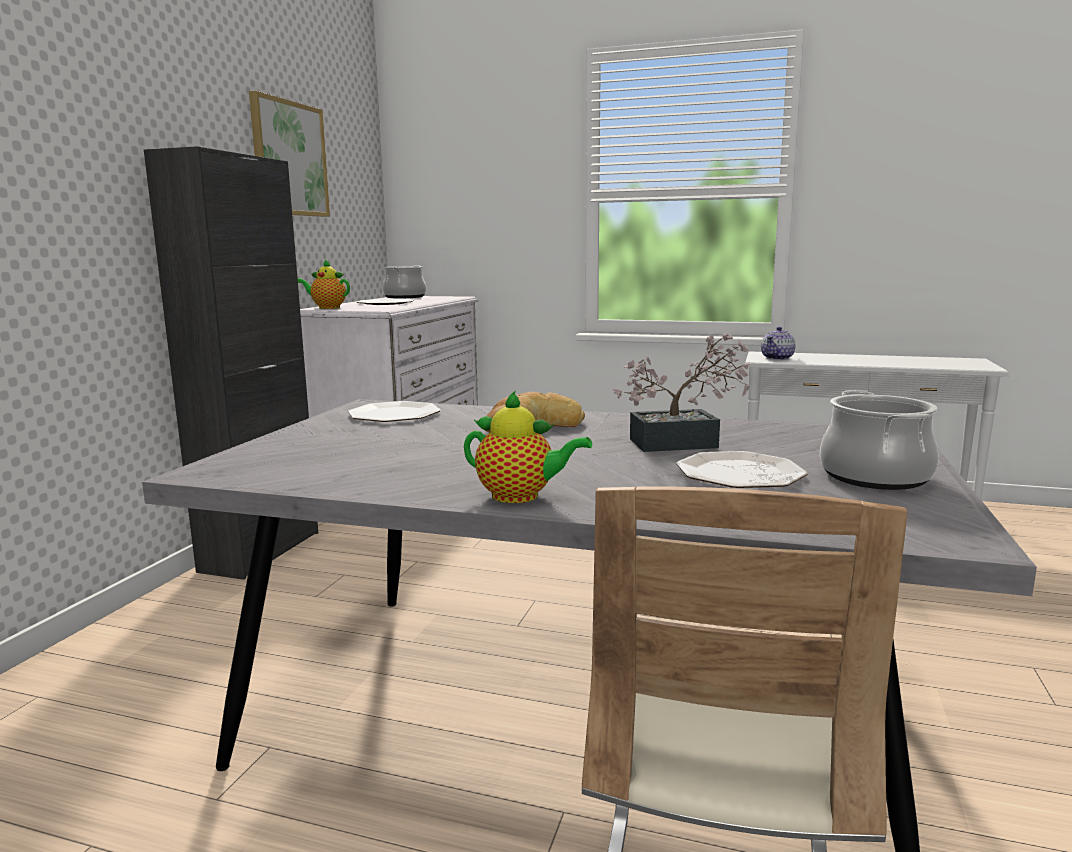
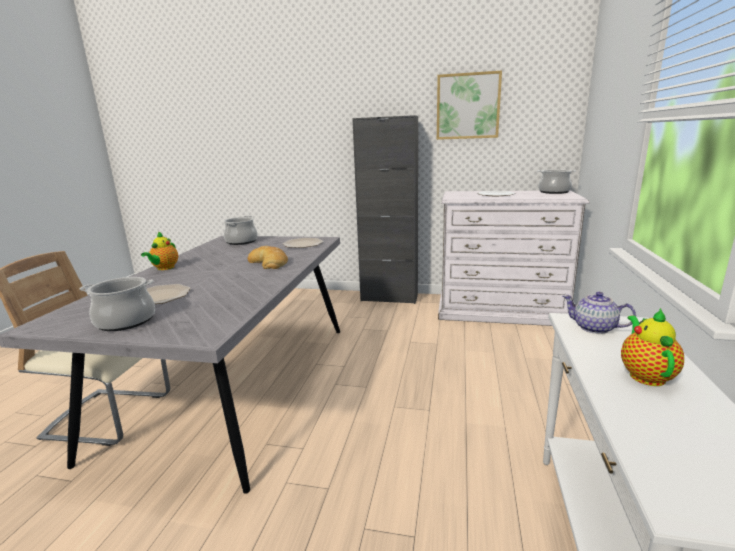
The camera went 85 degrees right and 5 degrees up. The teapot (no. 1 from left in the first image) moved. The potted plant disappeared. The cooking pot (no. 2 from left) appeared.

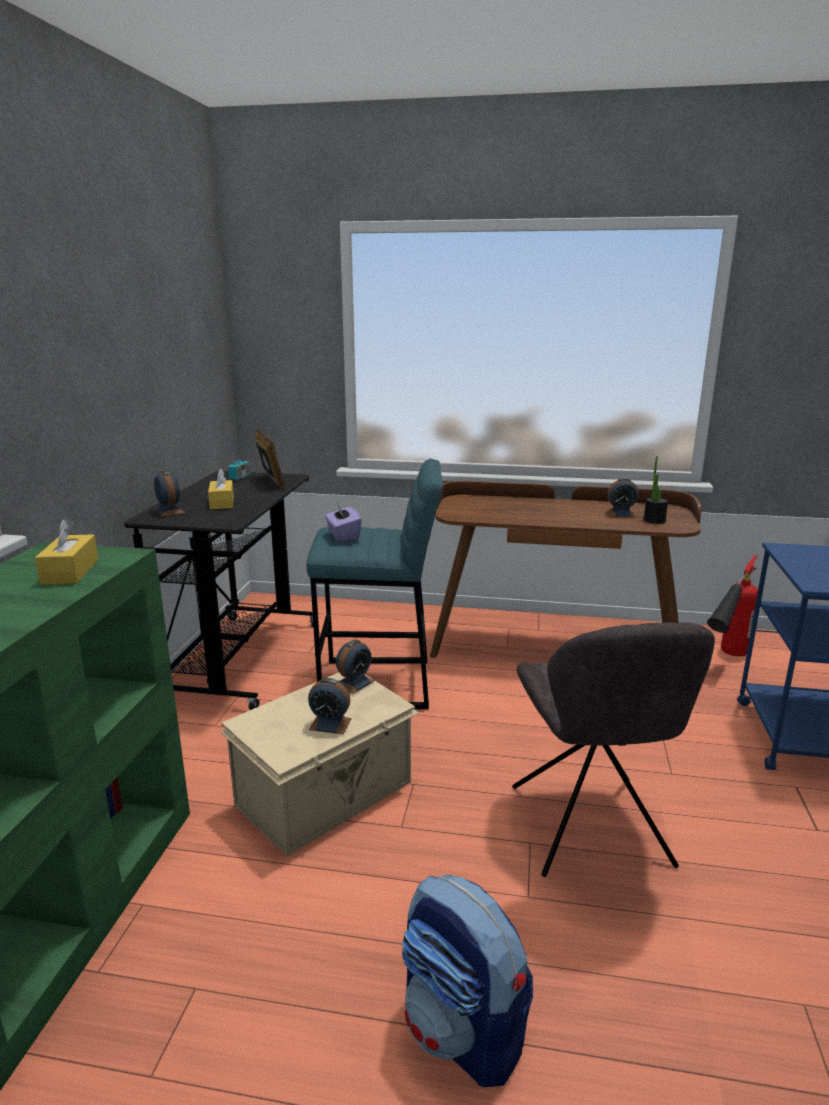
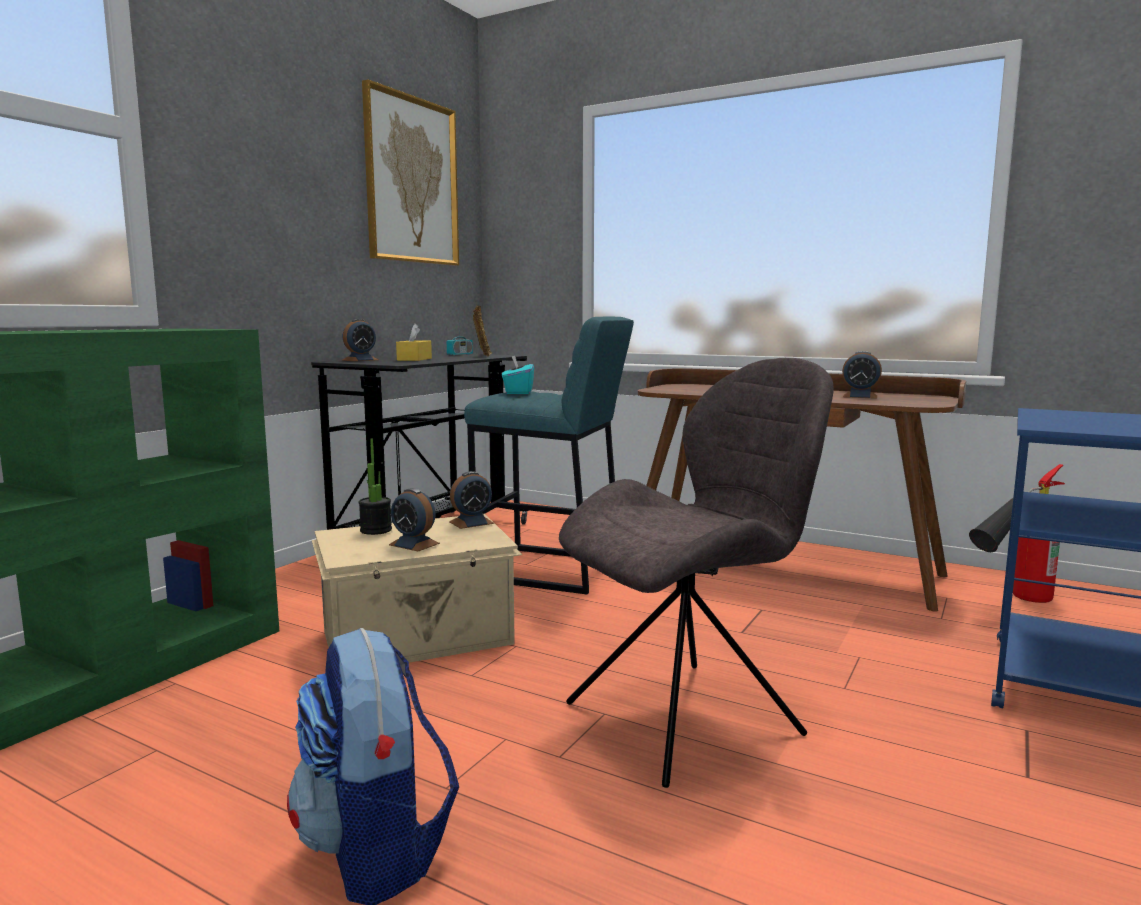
The camera went 20 degrees right and 10 degrees down. The yellow tissue box (no. 1 from left) disappeared. The alarm clock (no. 1 from left) turned 60 degrees clockwise. The purple tissue box became the turquoise tissue box. The grey chair turned 135 degrees counterclockwise. The potted plant moved. The picture appeared.

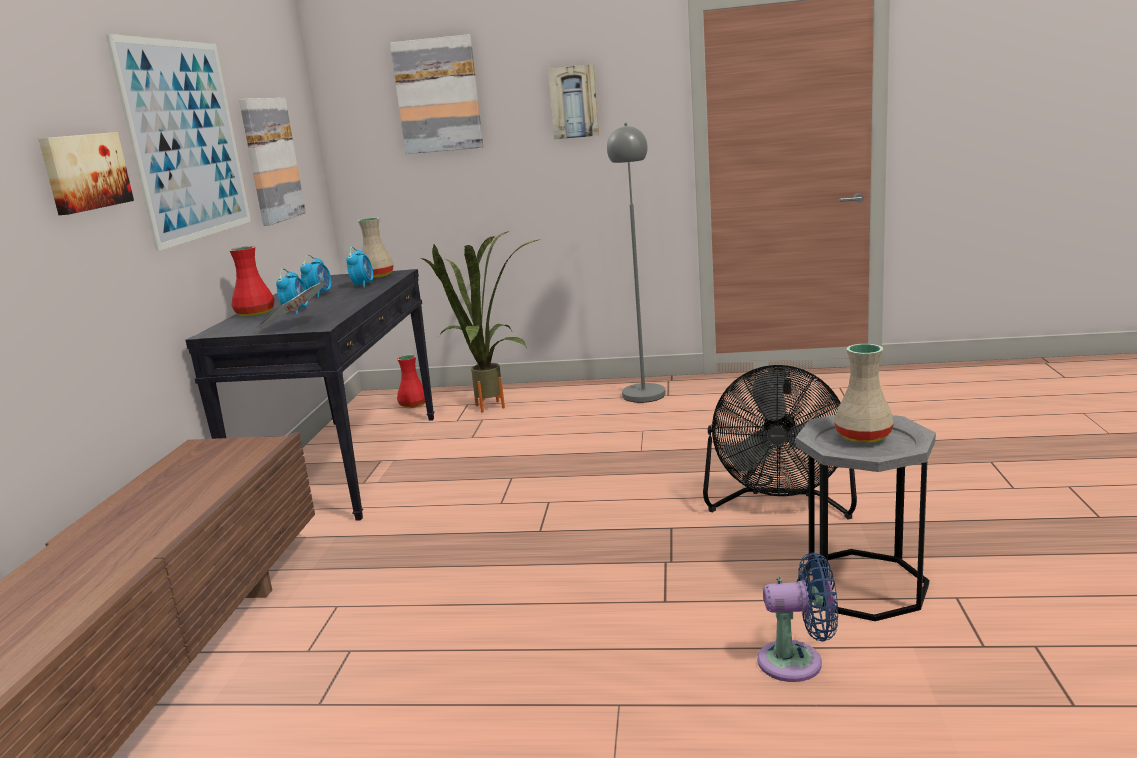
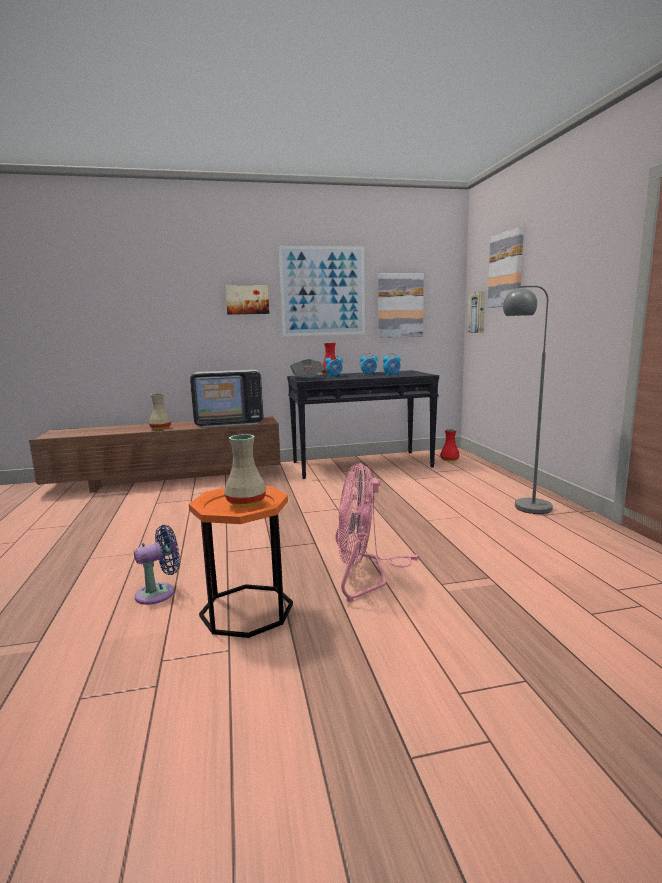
The camera went 70 degrees right and 5 degrees down. The beige vase (no. 1 from left) moved. The potted plant disappeared. The picture (no. 5 from left in the first image) moved. The black fan became the pink fan. The blue fan turned 105 degrees counterclockwise. The grey side table became the orange side table. The television appeared.

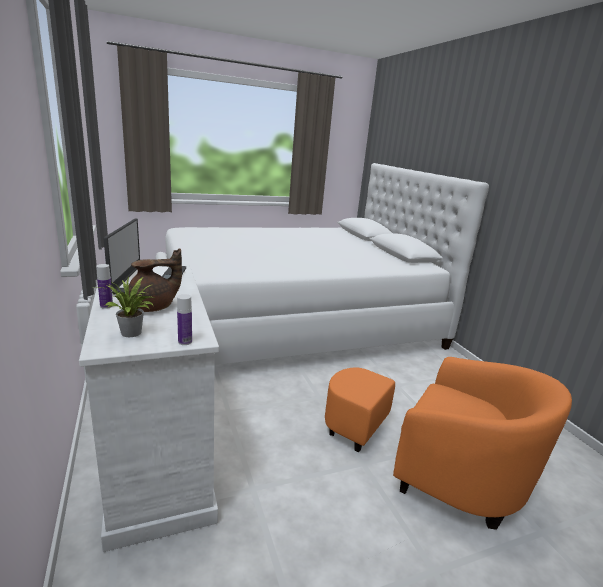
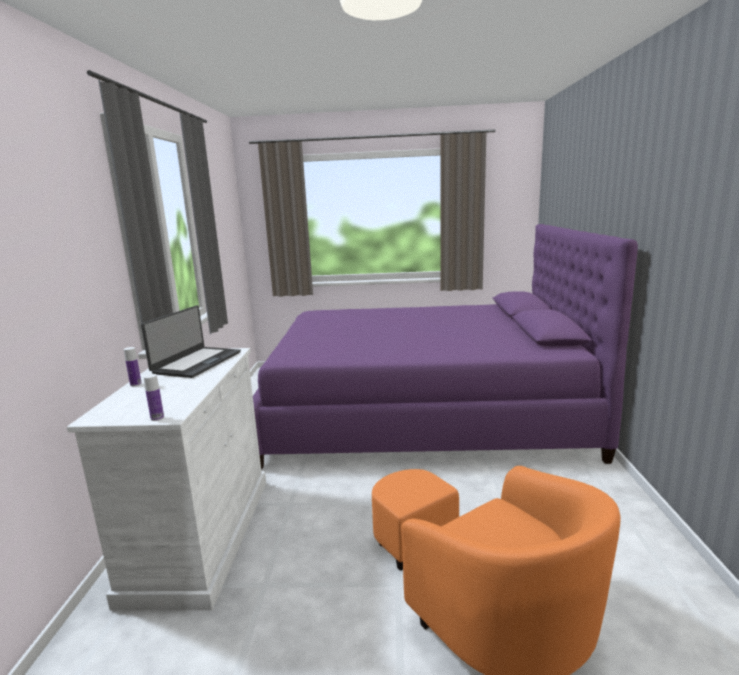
The camera went 25 degrees right and 5 degrees down. The potted plant disappeared. The brown teapot disappeared. The white bed became the purple bed.

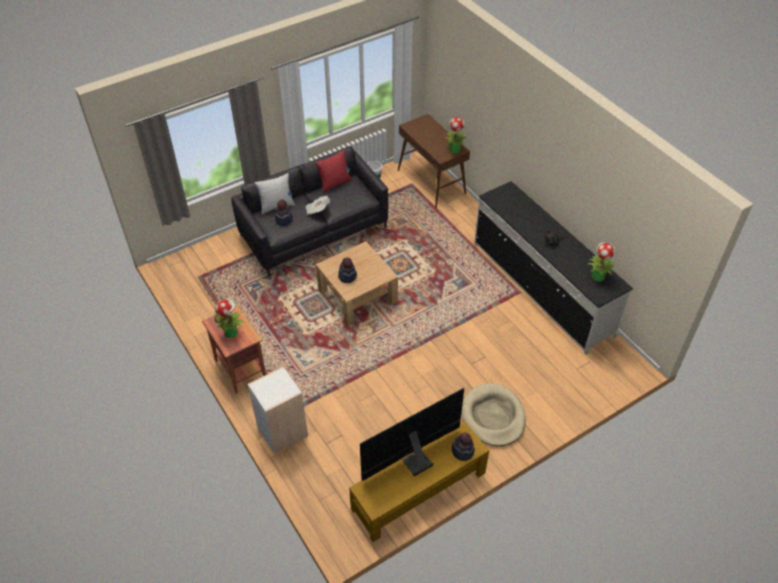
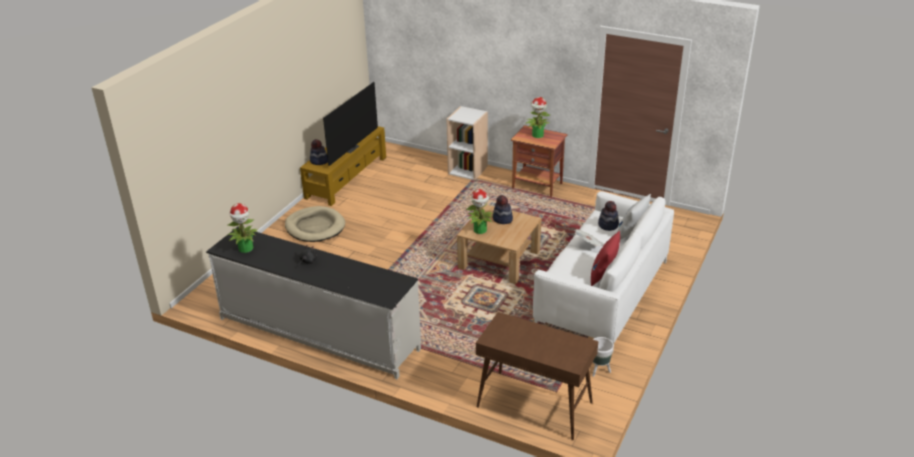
The camera went 150 degrees right and 15 degrees down. The black sofa became the white sofa. The potted plant (no. 2 from left) moved.

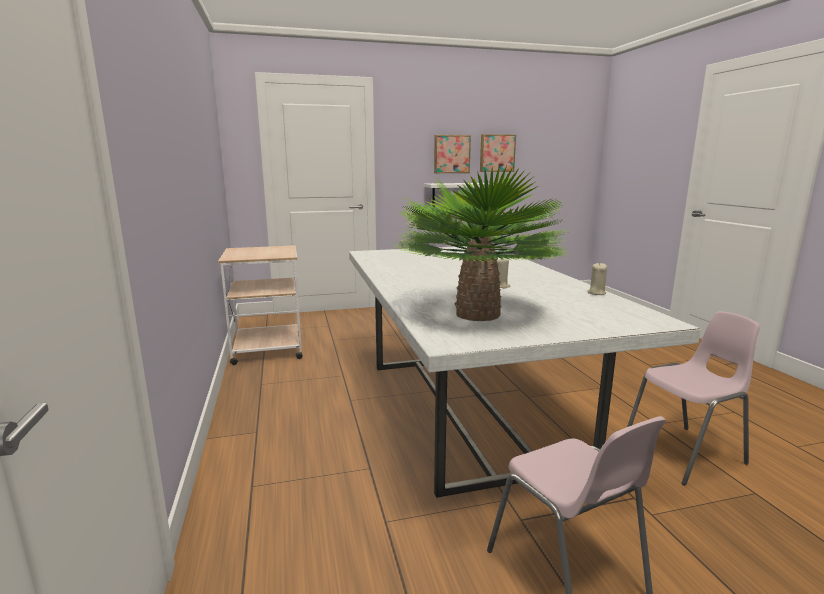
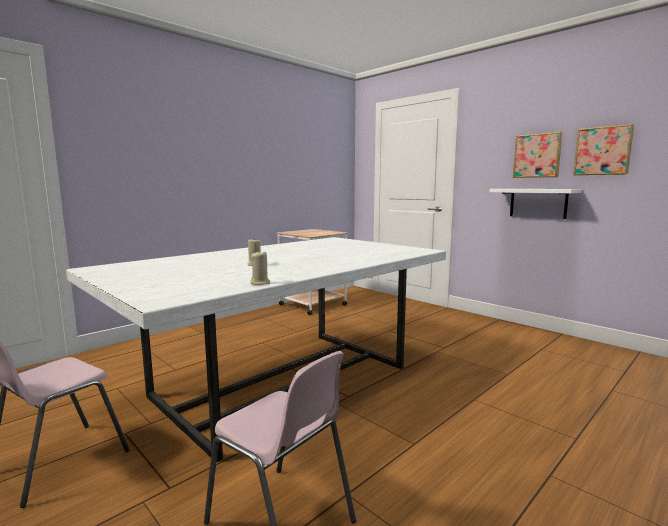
The camera went 60 degrees right and 5 degrees down. The potted plant disappeared.

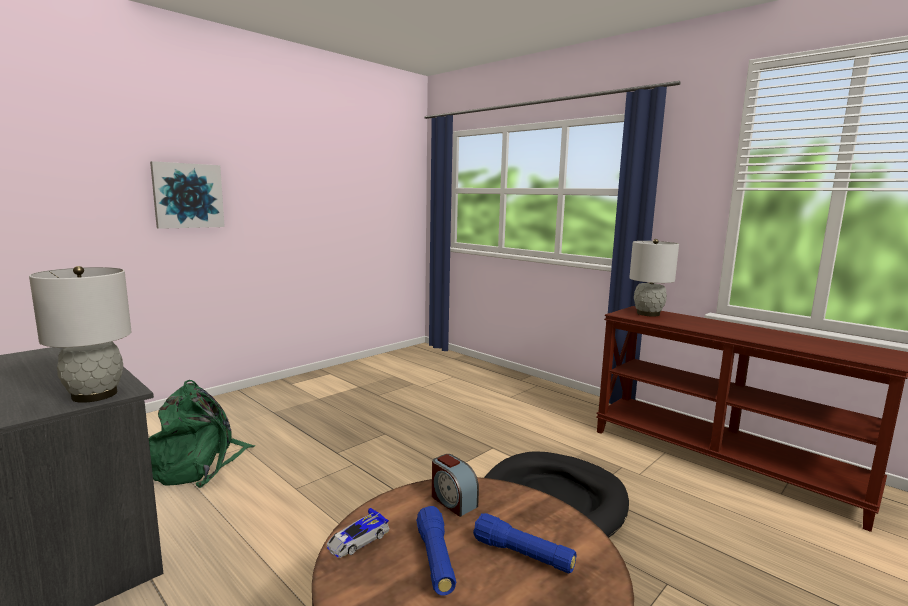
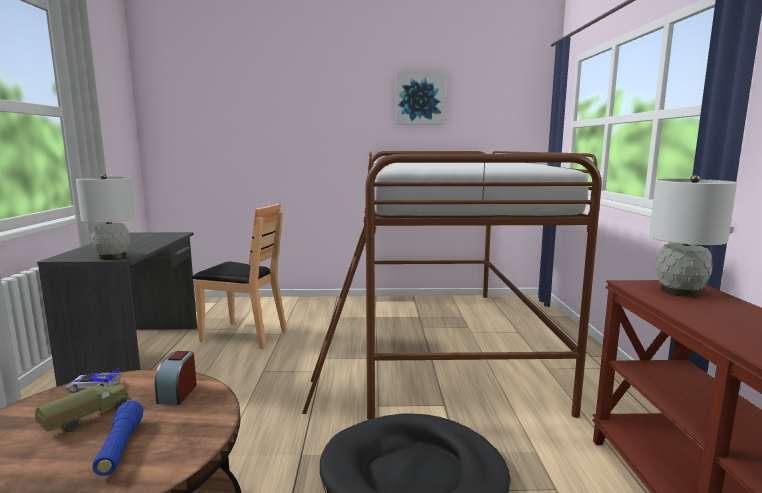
The camera went 45 degrees right and 0 degrees up. The green backpack was replaced by the brown chair. The picture moved. The blue flashlight (no. 1 from left) was replaced by the toy truck. The brown bed appeared.

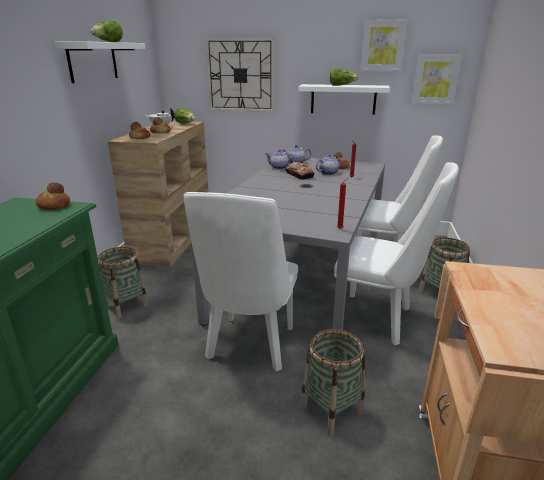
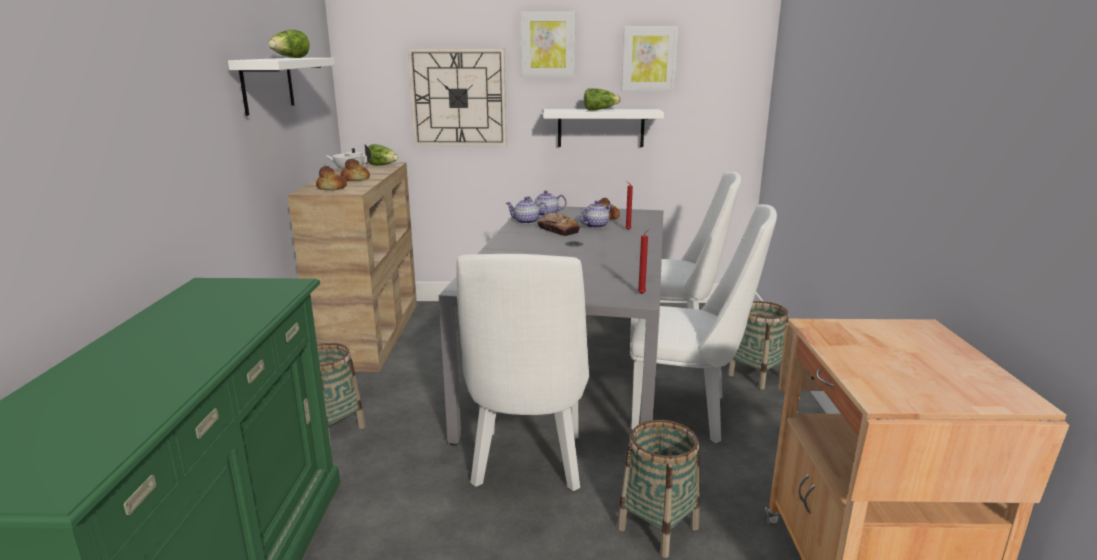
The camera went 10 degrees left and 5 degrees down. The bread (no. 1 from left) disappeared. The picture (no. 2 from left in the first image) moved.

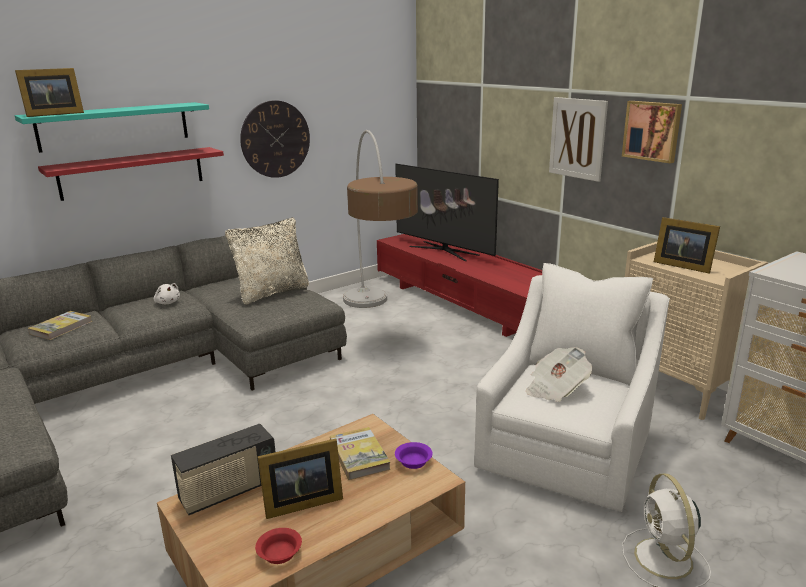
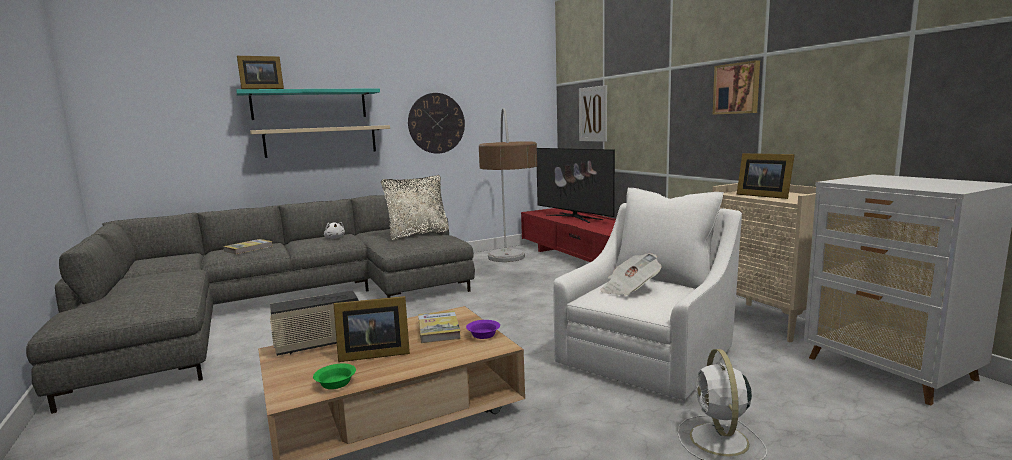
The camera went 10 degrees right and 10 degrees down. The red shelf became the beige shelf. The red bowl became the green bowl. The picture (no. 1 from left) moved.

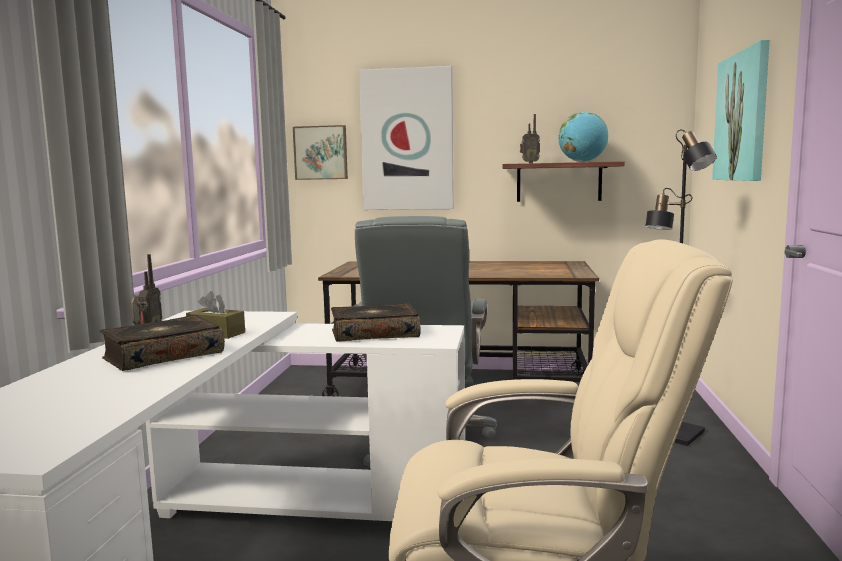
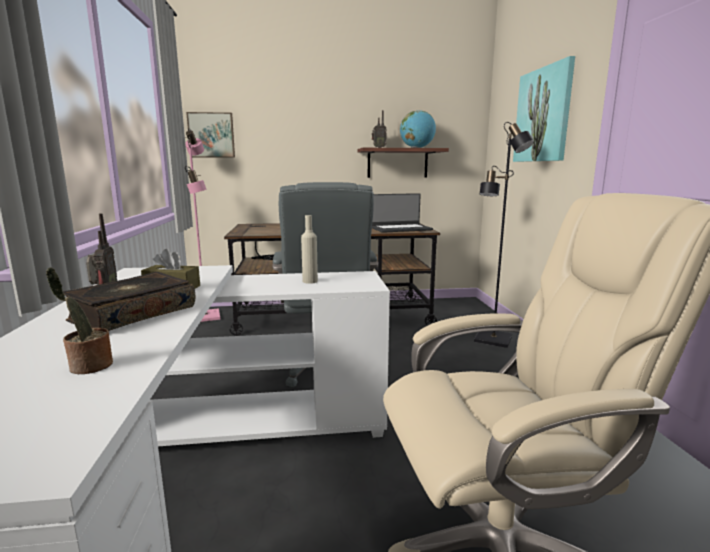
The camera went 15 degrees left and 5 degrees up. The book (no. 2 from left) was replaced by the beige bottle. The picture (no. 2 from left) disappeared. The potted plant appeared. The pink floor lamp appeared. The laptop appeared.

